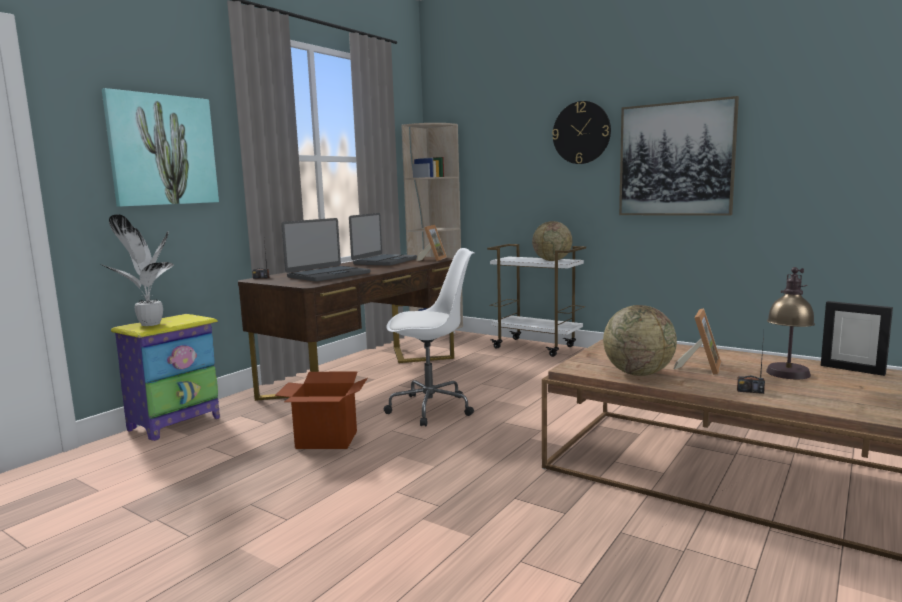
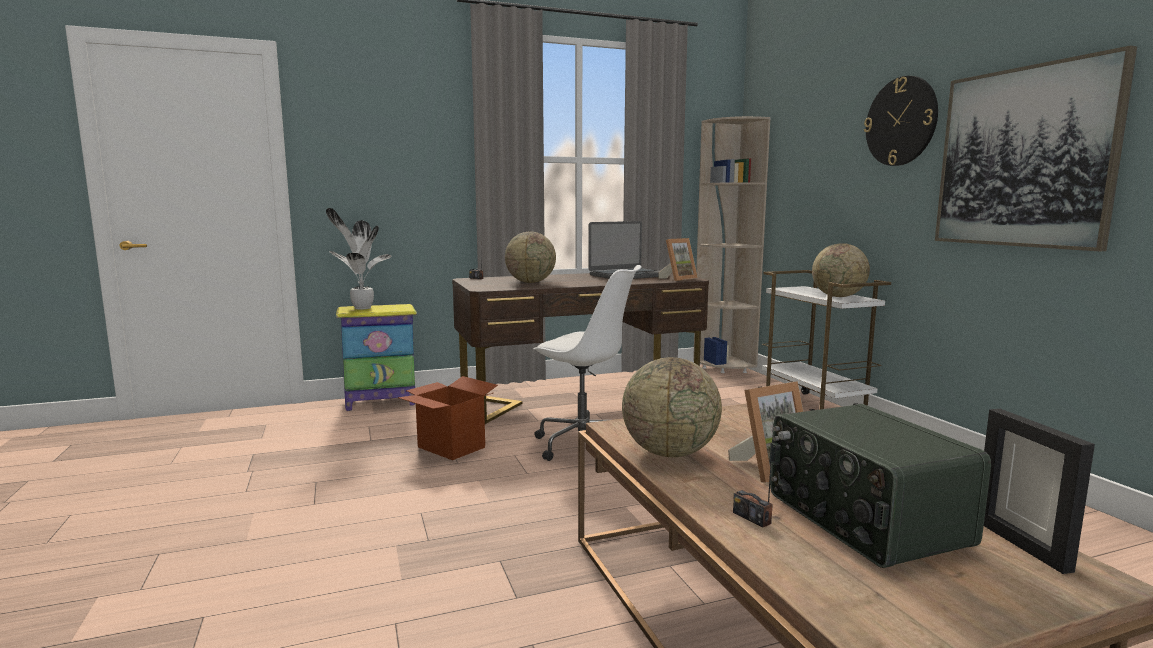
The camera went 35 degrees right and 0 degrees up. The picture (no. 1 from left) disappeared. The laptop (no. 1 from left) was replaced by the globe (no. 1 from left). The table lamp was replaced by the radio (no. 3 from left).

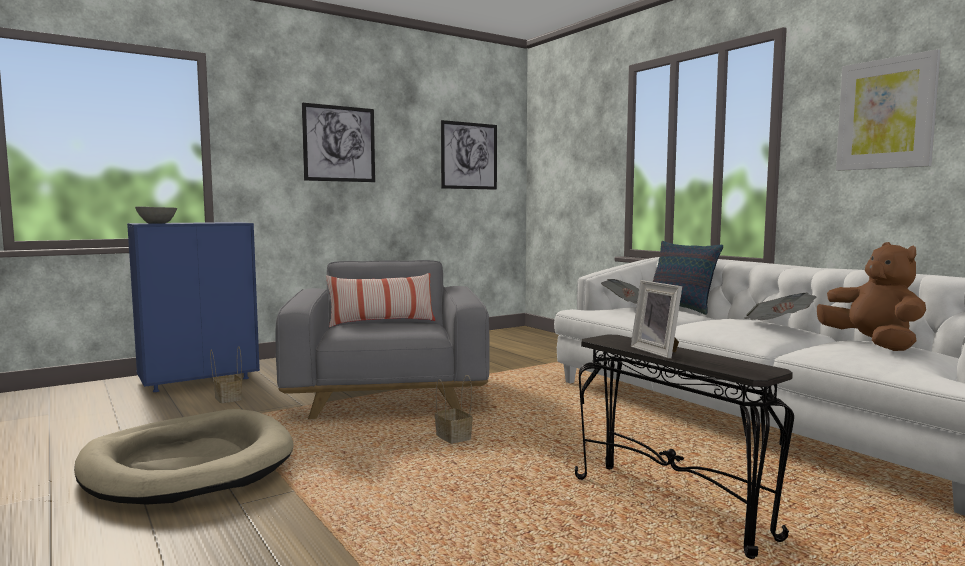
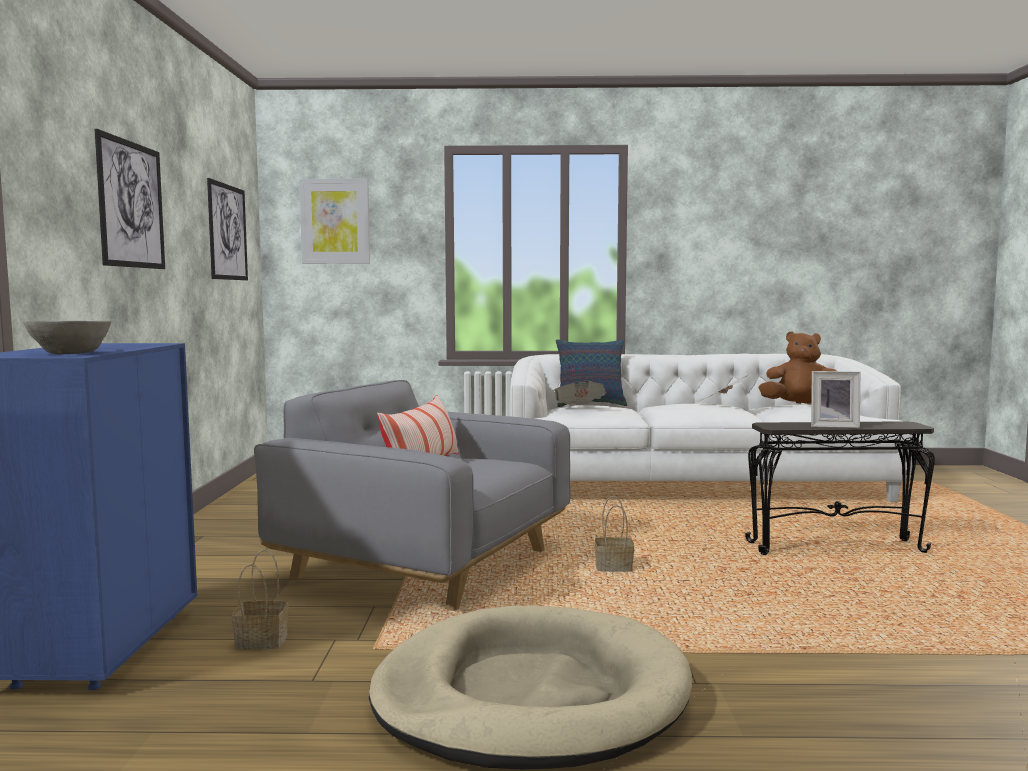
The camera went 55 degrees left and 0 degrees up. The picture (no. 3 from left) moved.

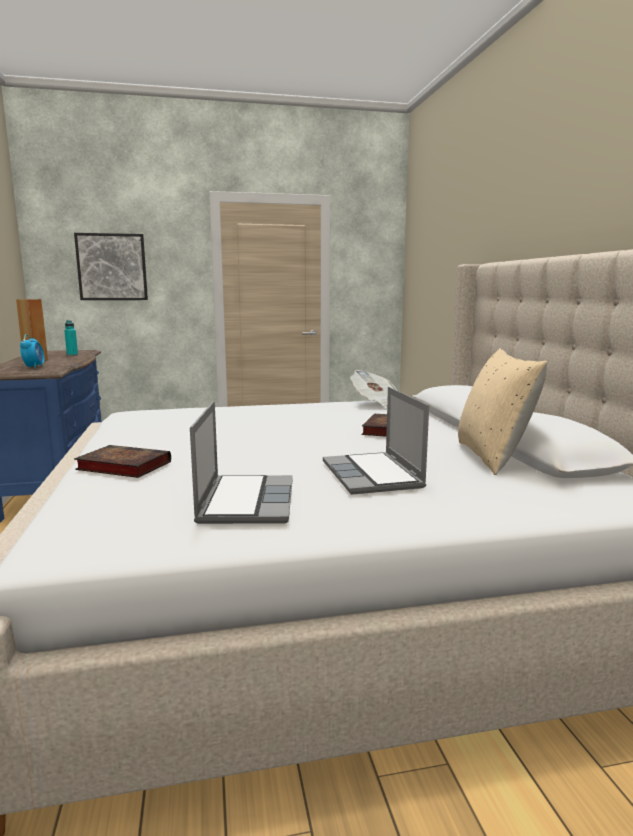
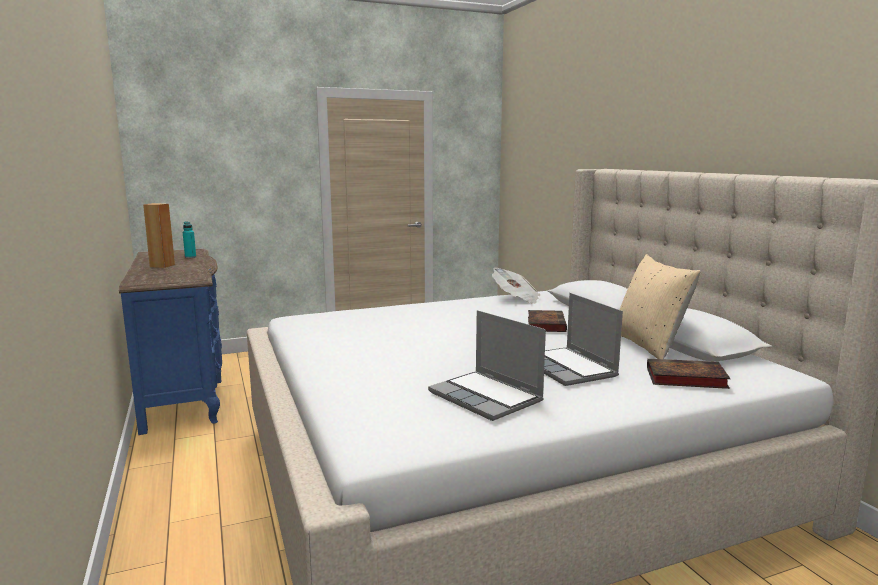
The camera went 10 degrees left and 0 degrees up. The alarm clock disappeared. The picture disappeared. The book (no. 1 from left in the first image) moved. The laptop (no. 1 from left) turned 150 degrees clockwise.

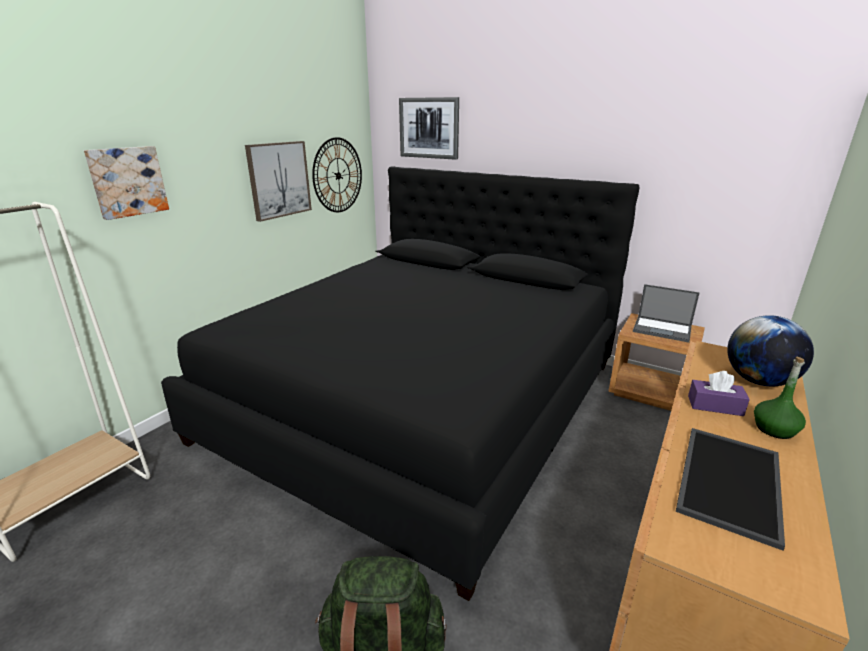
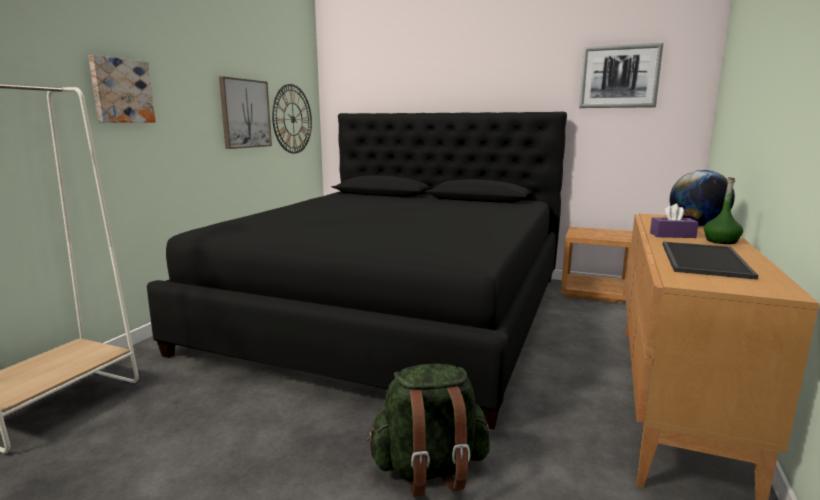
The camera went 10 degrees left and 10 degrees down. The picture (no. 3 from left) moved. The laptop disappeared.

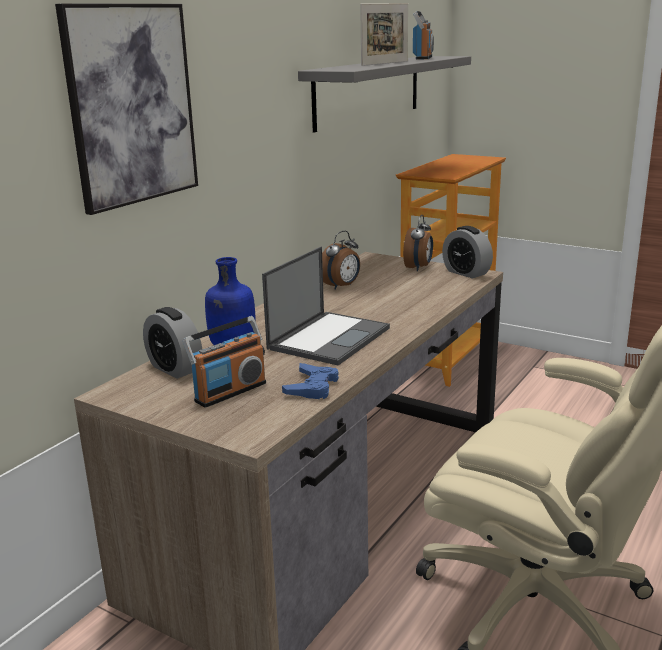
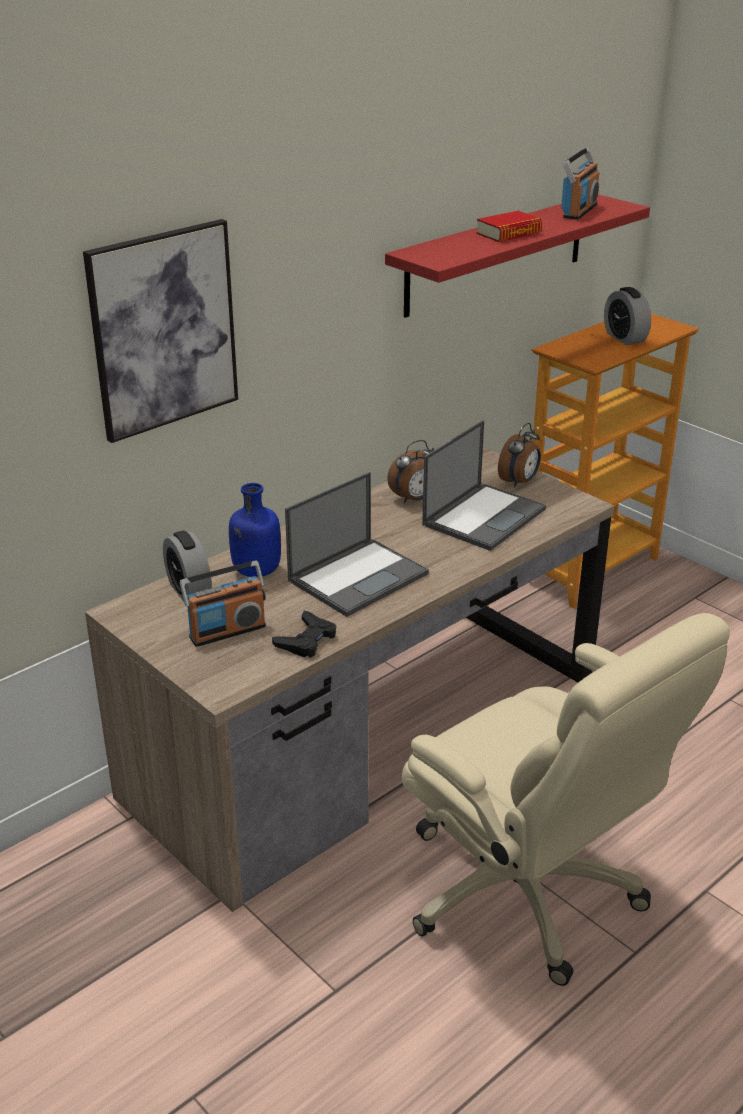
The camera went 15 degrees right and 10 degrees up. The blue game controller became the black game controller. The grey shelf became the red shelf. The picture frame was replaced by the book. The alarm clock (no. 4 from left) moved. The laptop (no. 2 from left) appeared.

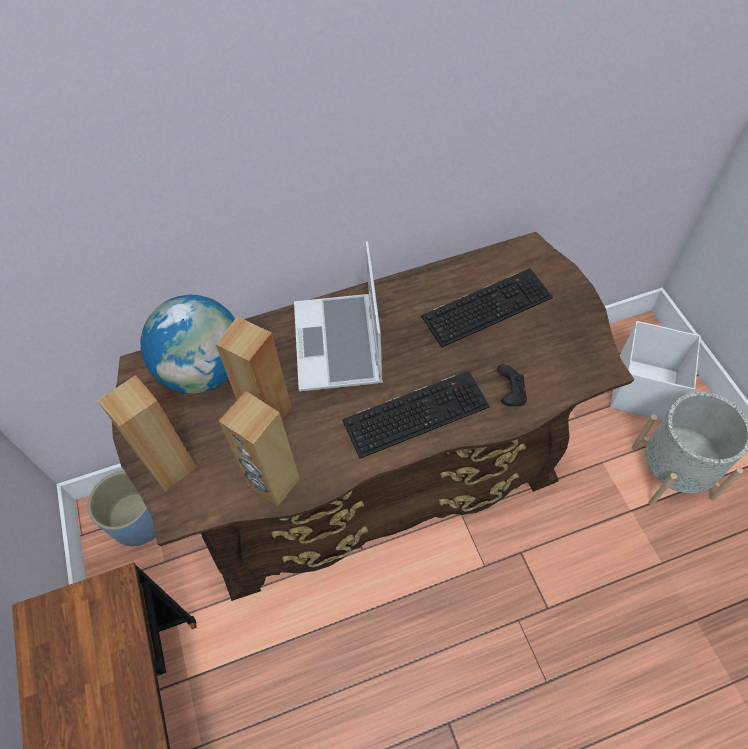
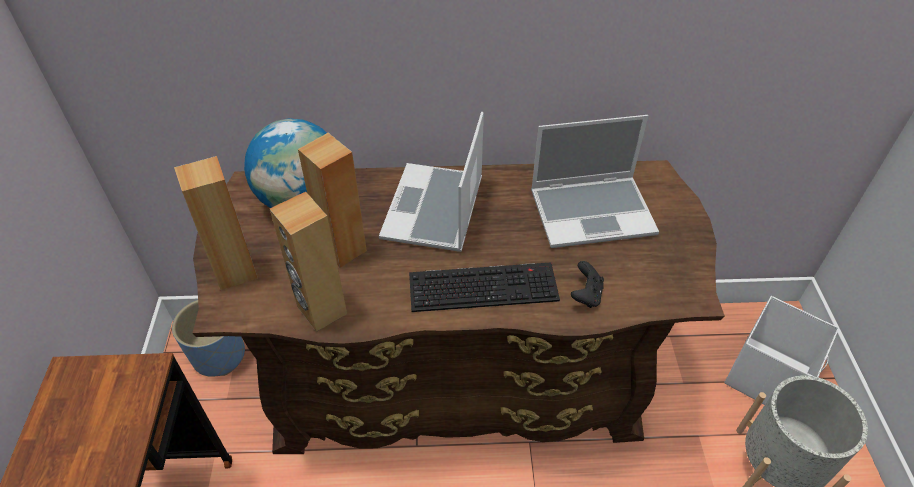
The camera went 15 degrees right and 10 degrees down. The keyboard (no. 2 from left) was replaced by the laptop (no. 2 from left).

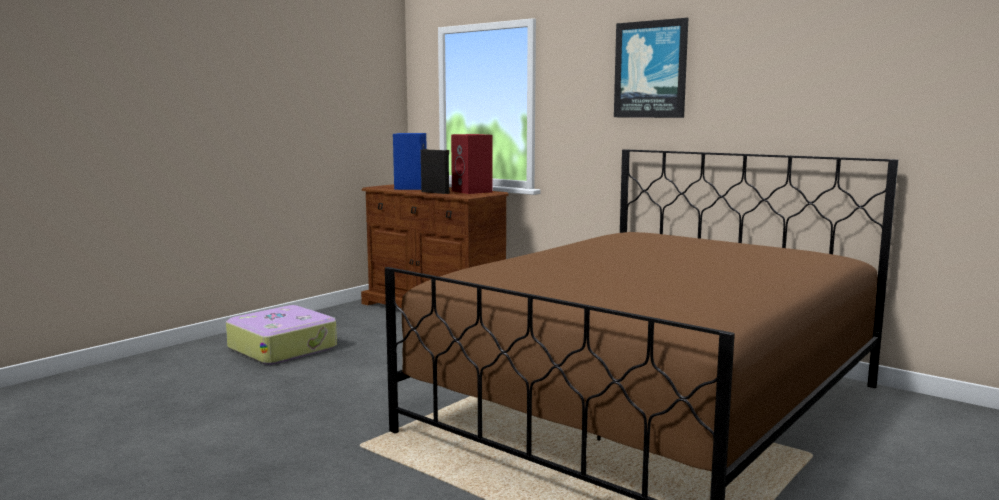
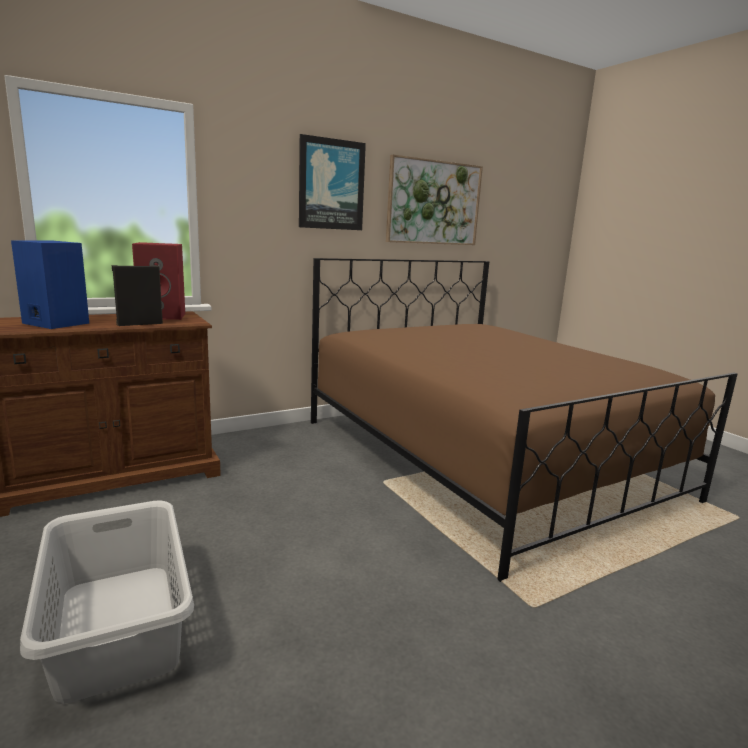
The camera went 70 degrees left and 5 degrees up. The suitcase was replaced by the grey laundry basket. The picture (no. 2 from left) appeared.

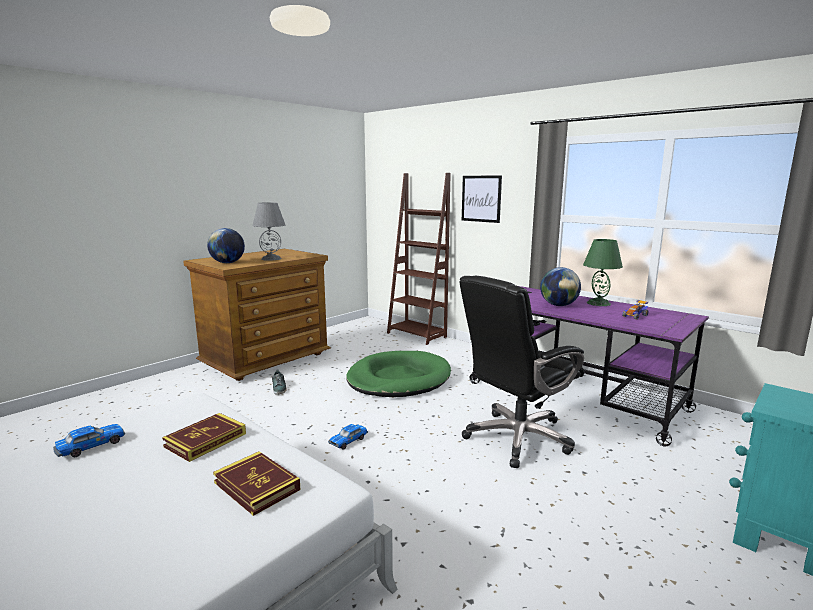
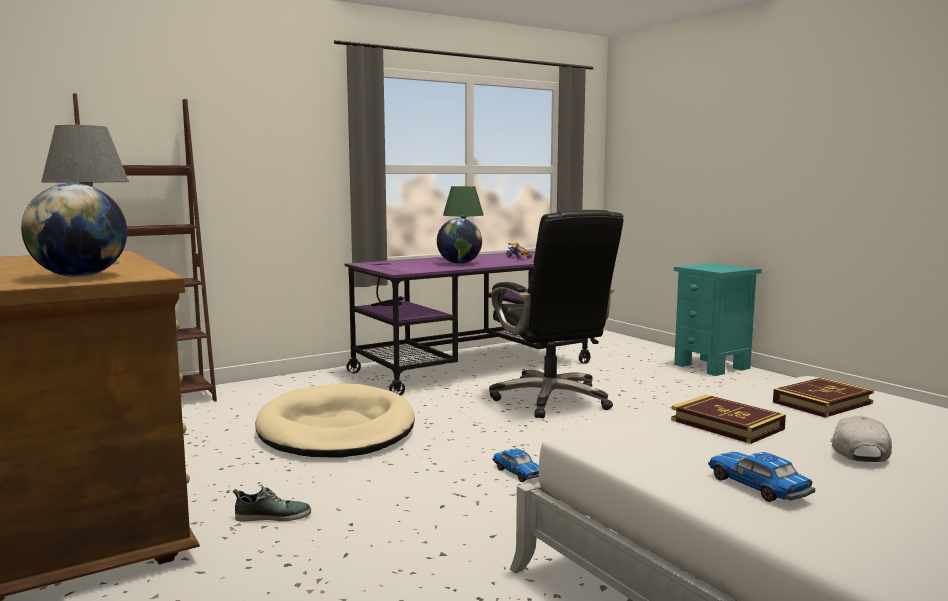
The camera went 75 degrees left and 5 degrees down. The green dog bed became the beige dog bed. The picture disappeared. The white cap appeared.

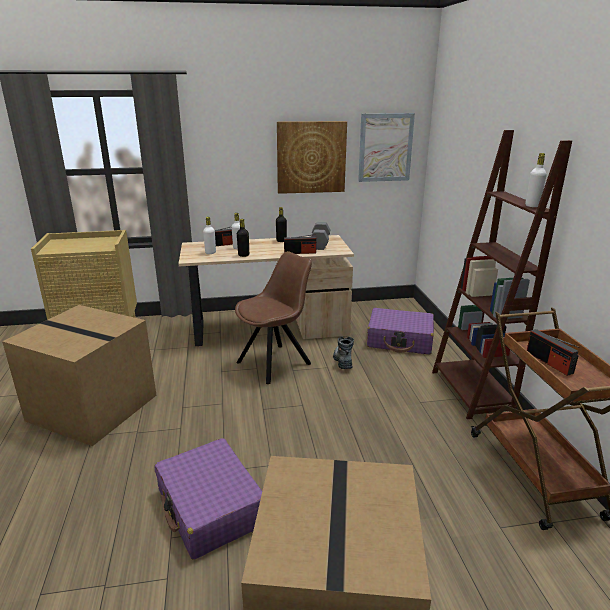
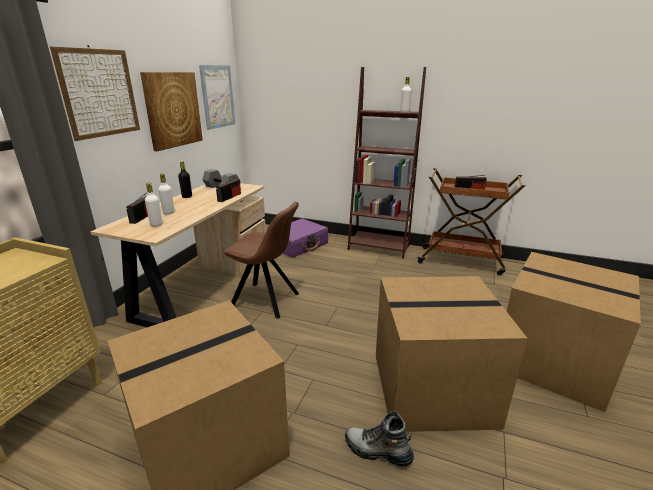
The camera went 60 degrees left and 0 degrees up. The purple suitcase (no. 1 from left) was replaced by the cardboard box (no. 2 from left). The brown chair turned 120 degrees clockwise. The black bottle (no. 1 from left) disappeared. The boot moved. The picture (no. 1 from left) appeared.

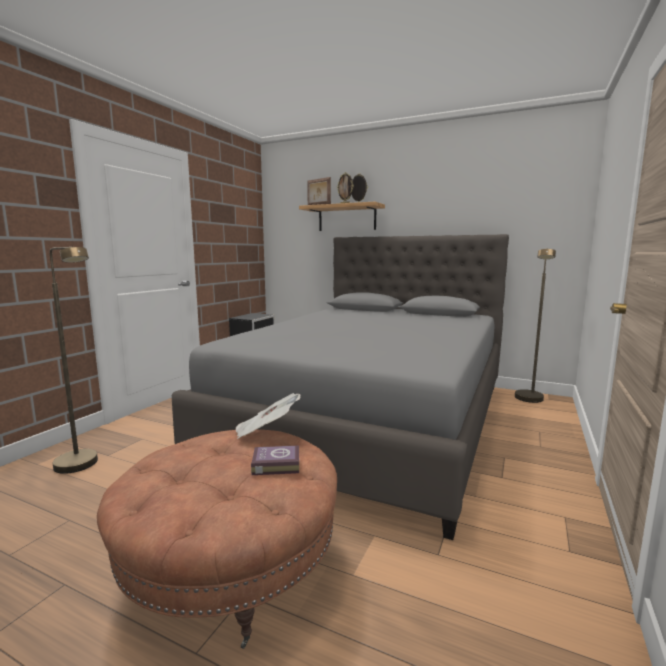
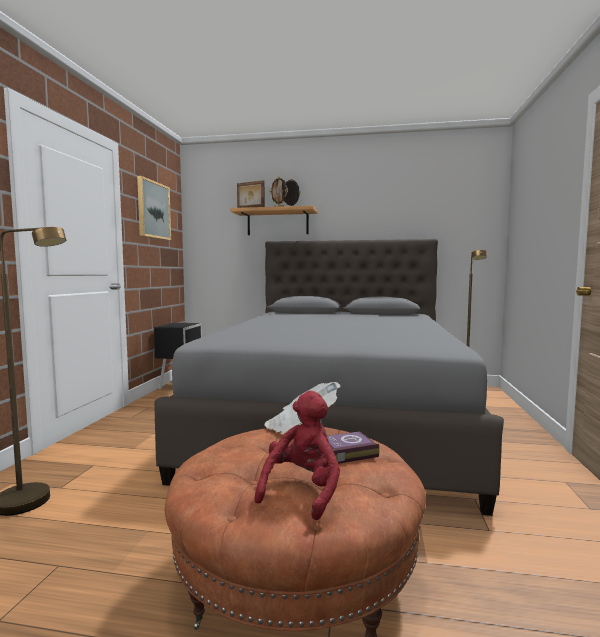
The camera went 15 degrees left and 5 degrees down. The picture appeared. The red plush toy appeared.

